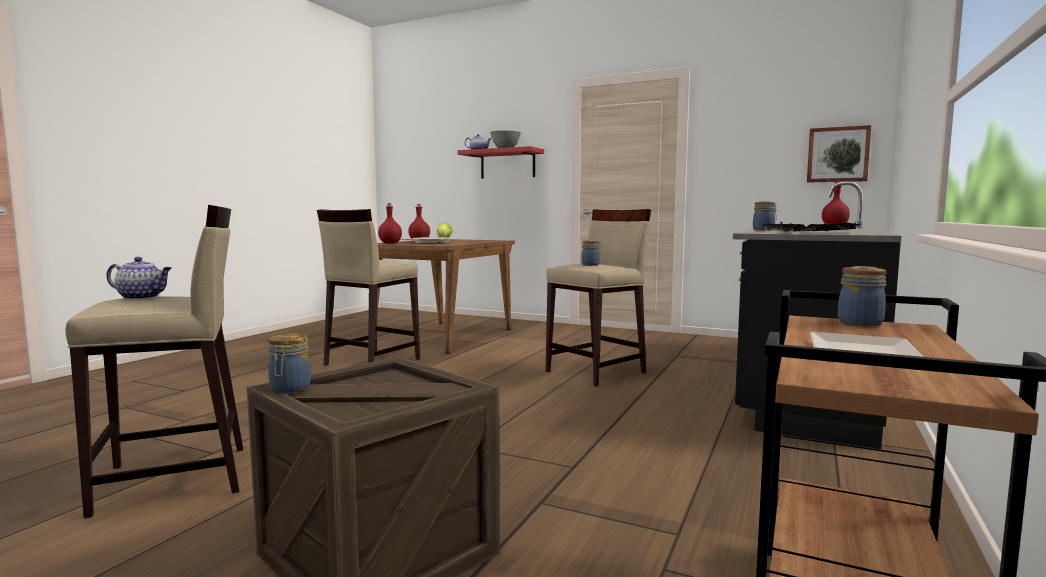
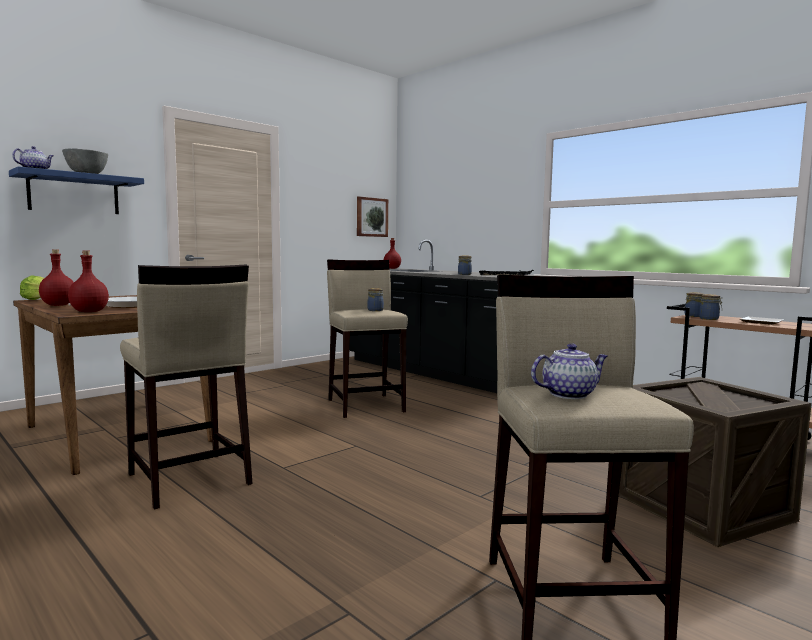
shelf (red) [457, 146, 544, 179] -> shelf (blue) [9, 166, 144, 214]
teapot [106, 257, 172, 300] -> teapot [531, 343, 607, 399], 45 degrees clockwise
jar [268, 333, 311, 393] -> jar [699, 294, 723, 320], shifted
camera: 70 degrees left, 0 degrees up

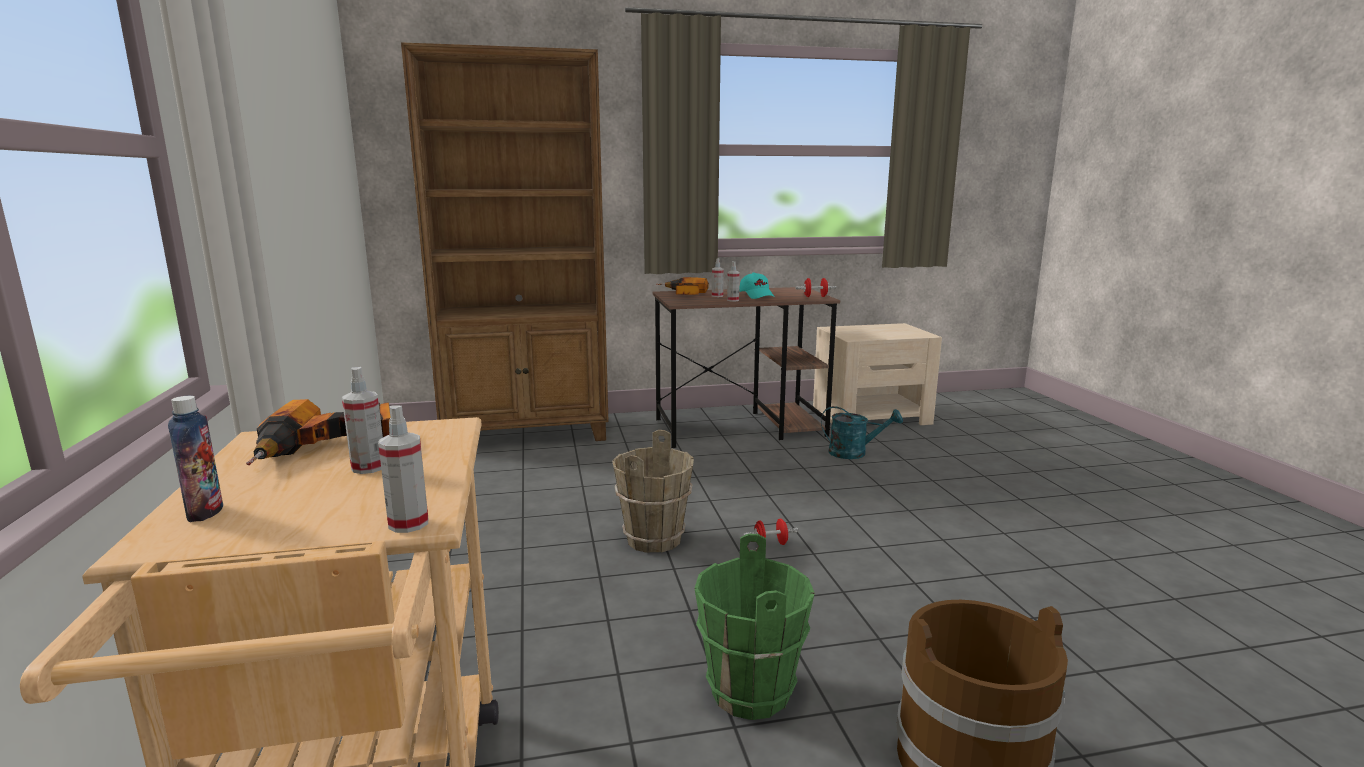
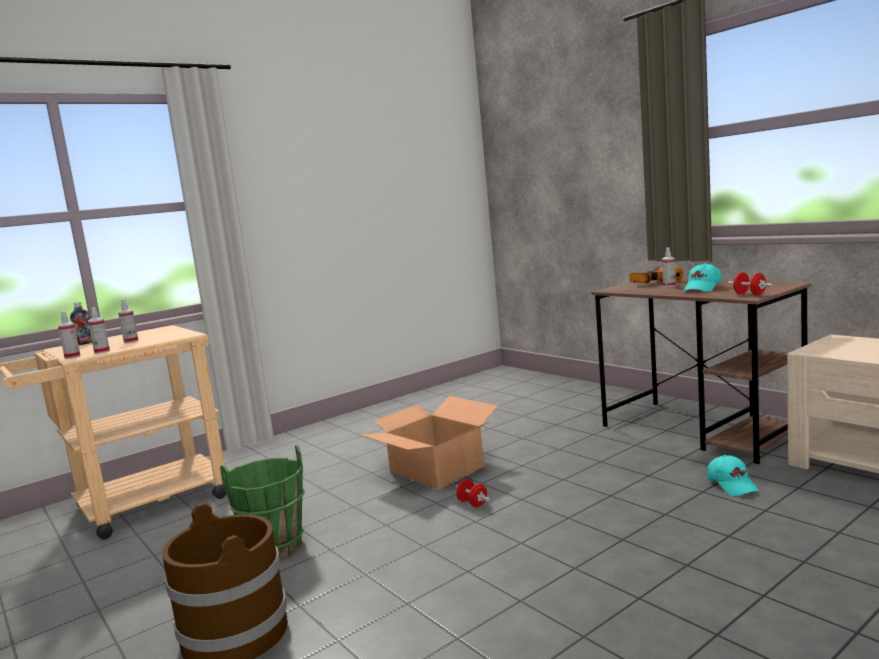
spray bottle [727, 261, 740, 302] -> spray bottle [88, 307, 110, 354], shifted
bucket (brown) [612, 430, 694, 553] -> cardboard box [361, 396, 498, 489]
watering can (turquoise) [821, 406, 903, 459] -> cap (turquoise) [707, 455, 759, 496]
power drill [246, 399, 390, 465] -> none
bookcase (brown) [401, 42, 609, 441] -> none
camera: 65 degrees right, 5 degrees down

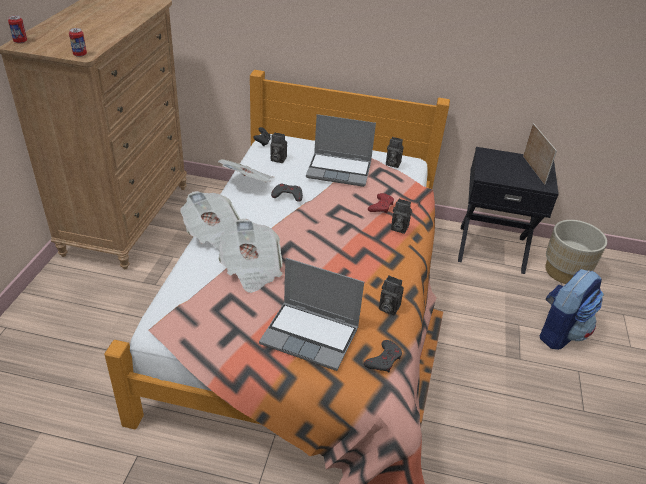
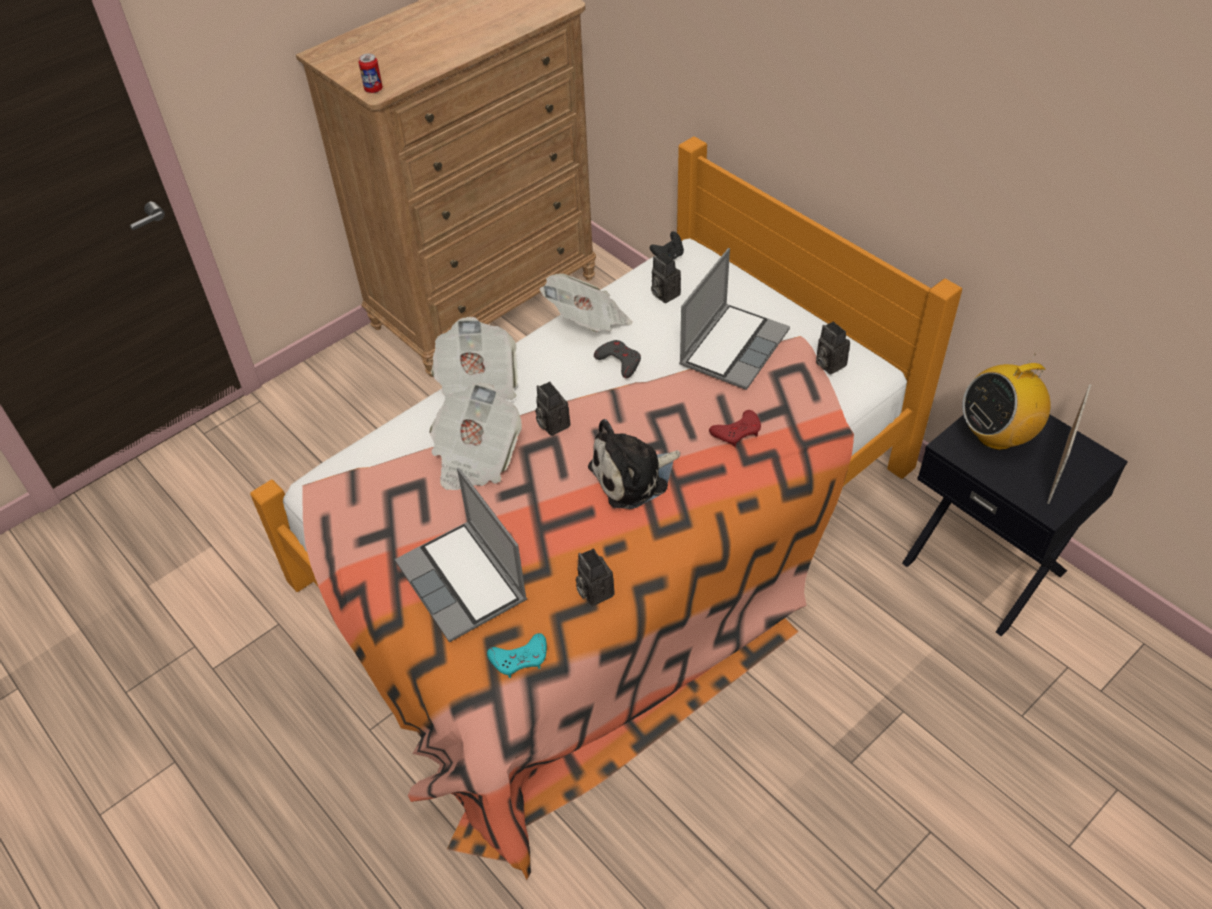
game controller (grey) [364, 340, 402, 373] -> game controller (turquoise) [487, 633, 547, 678]
photo camera [391, 199, 412, 234] -> photo camera [535, 382, 570, 436], shifted
none -> plush toy [588, 419, 680, 509]
laptop [306, 114, 376, 187] -> laptop [679, 248, 790, 390], 105 degrees counterclockwise
none -> radio [962, 354, 1051, 450]
can [8, 15, 27, 44] -> none
backpack [540, 269, 604, 350] -> none
planter (beige) [545, 220, 607, 284] -> none
camera: 40 degrees right, 10 degrees up

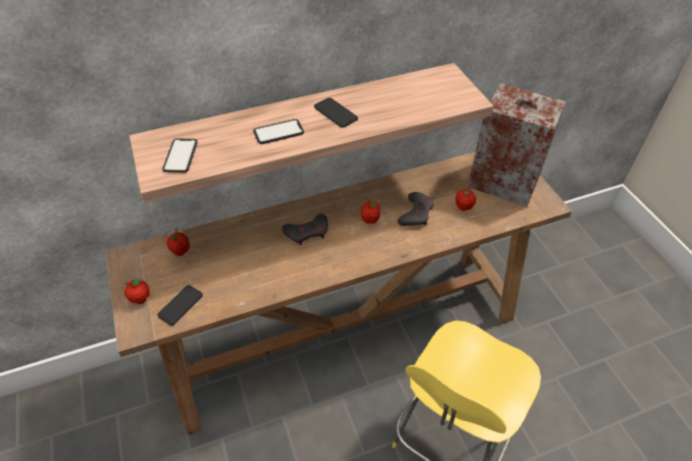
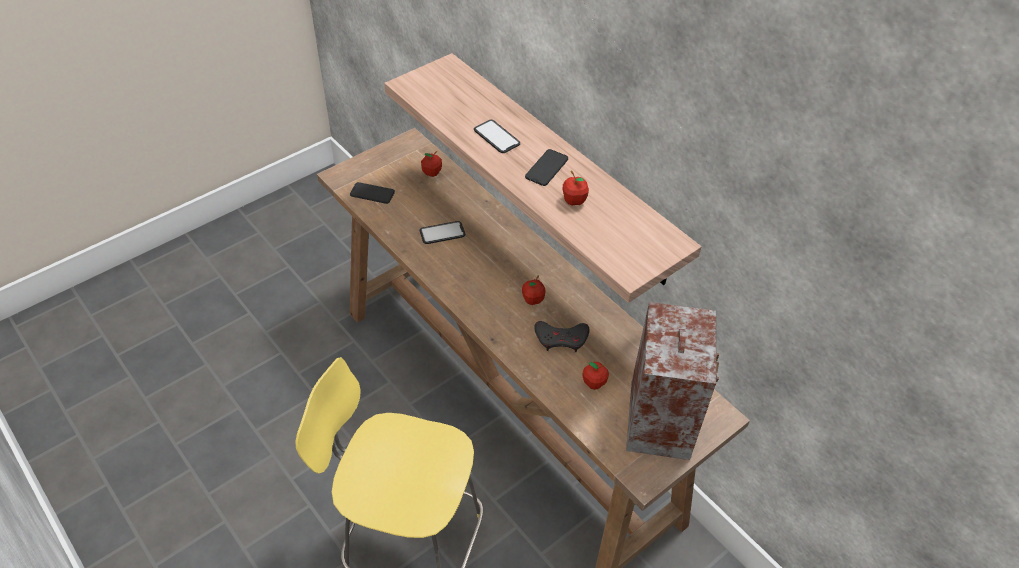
phone [162, 138, 197, 173] -> phone [419, 221, 466, 244], shifted
apple [124, 279, 150, 304] -> apple [562, 171, 589, 205], shifted
game controller (grey) [282, 214, 328, 245] -> none
camera: 70 degrees right, 0 degrees up

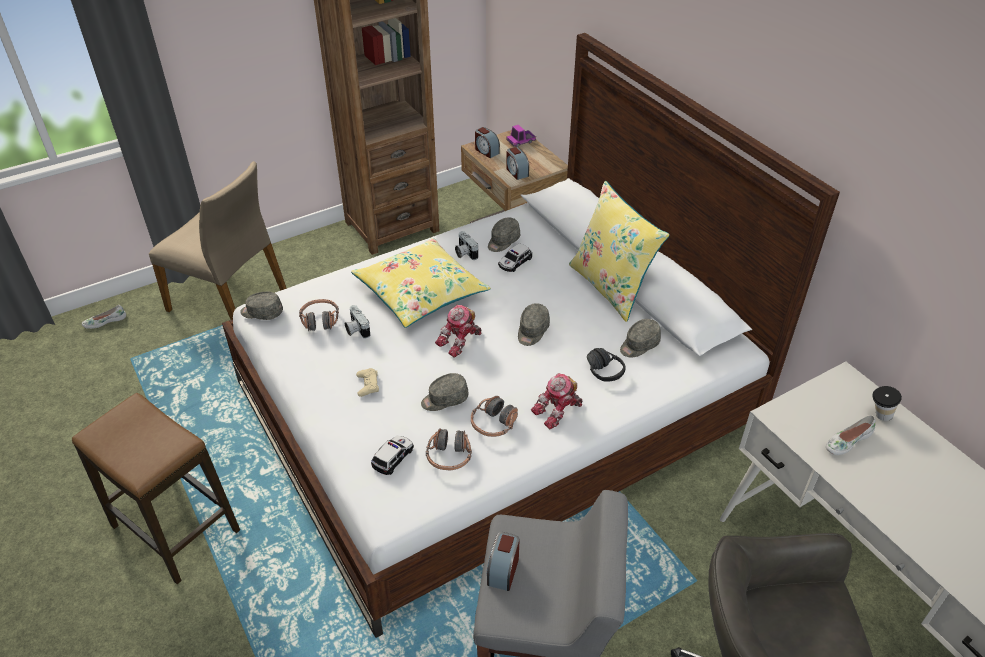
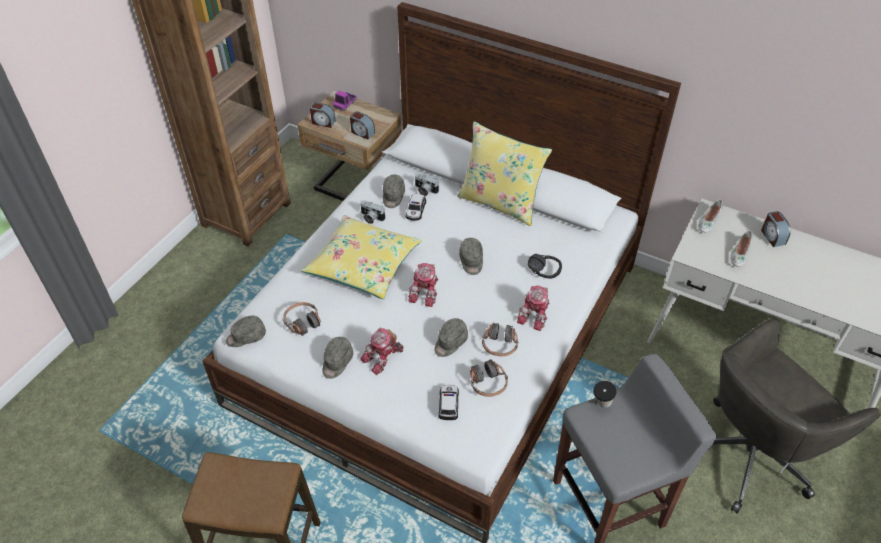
cap (grey) [620, 319, 661, 357] -> cap (grey) [322, 337, 353, 379], shifted
game controller (beige) [356, 368, 379, 397] -> toy robot [360, 327, 403, 375]
photo camera [345, 305, 370, 338] -> photo camera [415, 173, 439, 196], shifted
cup [872, 386, 902, 421] -> cup [593, 381, 616, 408], shifted
shoe (white) [82, 305, 126, 329] -> shoe (white) [698, 199, 723, 233], shifted
alarm clock [487, 532, 519, 591] -> alarm clock [761, 211, 791, 247], shifted
chair (beige) [149, 161, 287, 320] -> none
camera: 30 degrees left, 5 degrees up

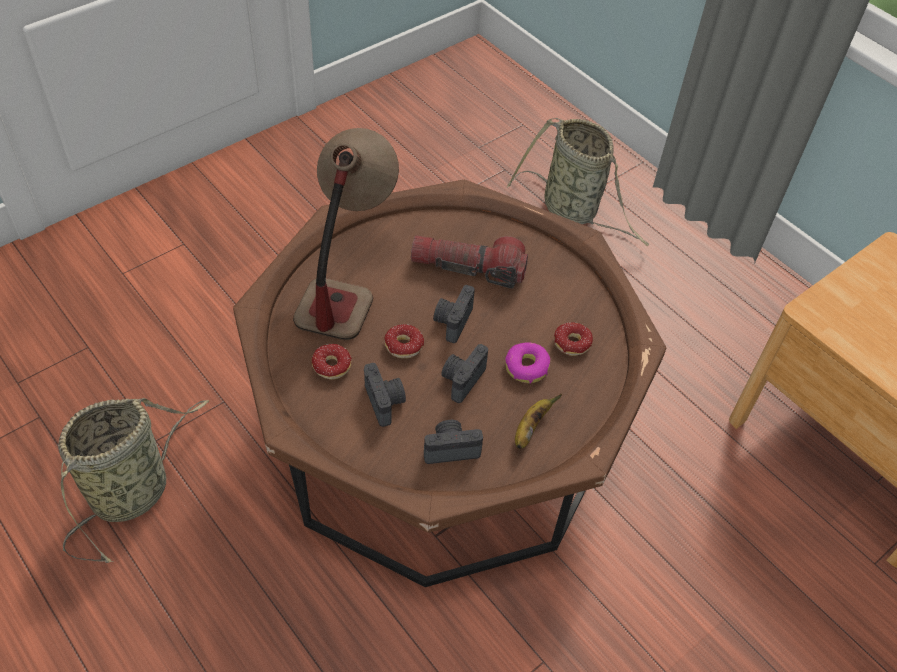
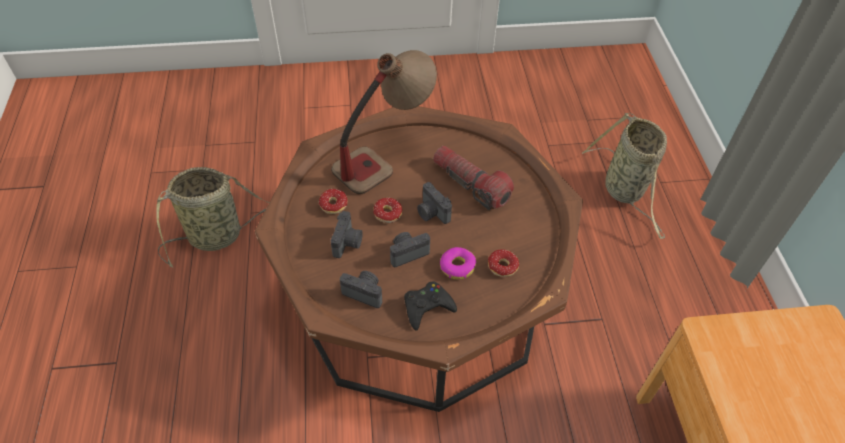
banana [515, 394, 562, 449] -> game controller (black) [404, 282, 457, 331]
photo camera [433, 285, 475, 343] -> photo camera [417, 182, 452, 224], 90 degrees counterclockwise
camera: 35 degrees right, 0 degrees up

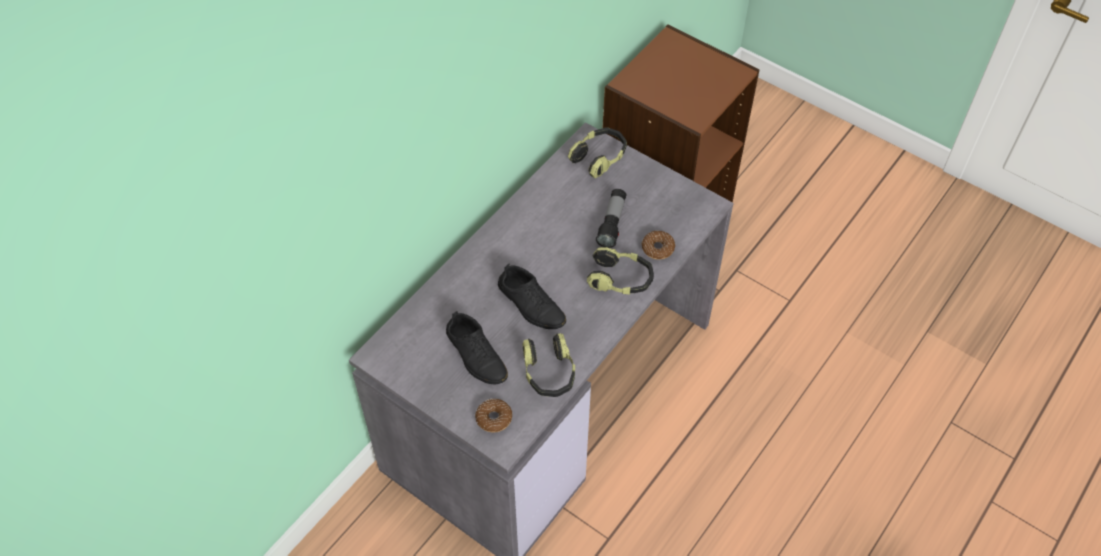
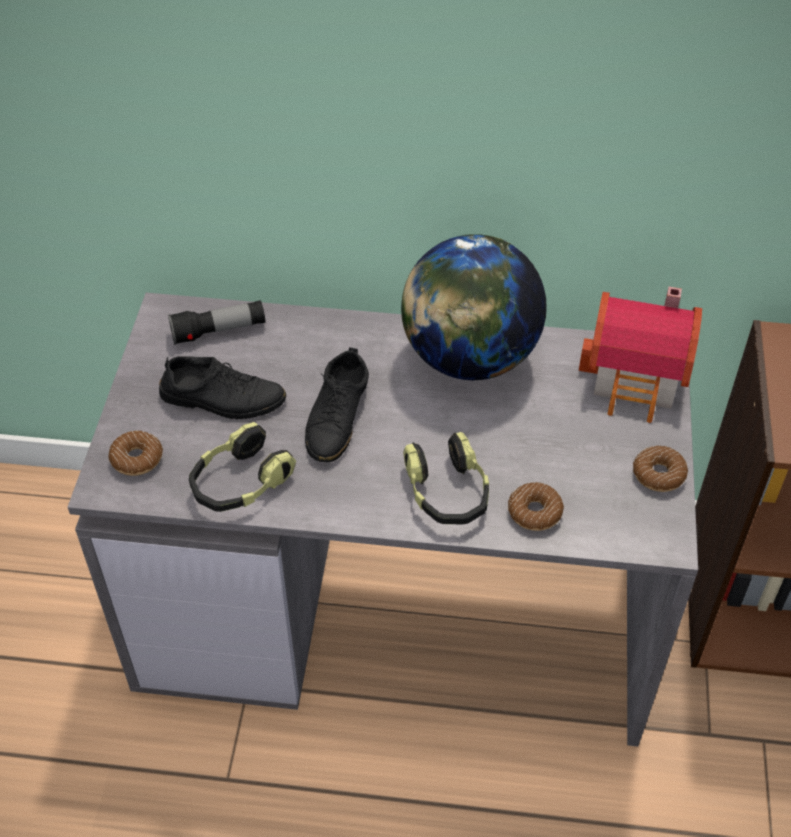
shoe (black) [446, 311, 508, 384] -> shoe (black) [159, 356, 286, 419], 105 degrees counterclockwise
flashlight [596, 189, 626, 248] -> flashlight [168, 300, 266, 345], shifted
none -> globe [401, 234, 547, 380]
headphones [568, 128, 627, 178] -> toy house [579, 287, 702, 423]
none -> donut [633, 446, 688, 492]
camera: 60 degrees right, 5 degrees down

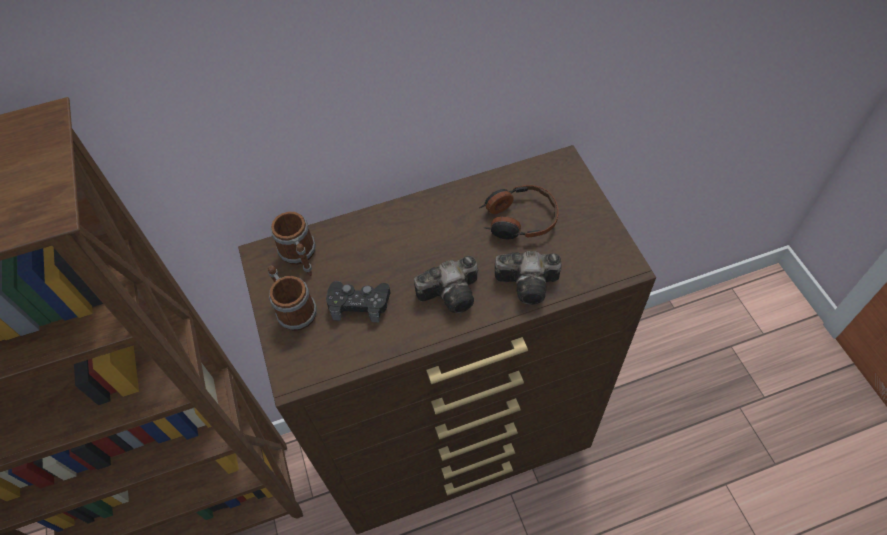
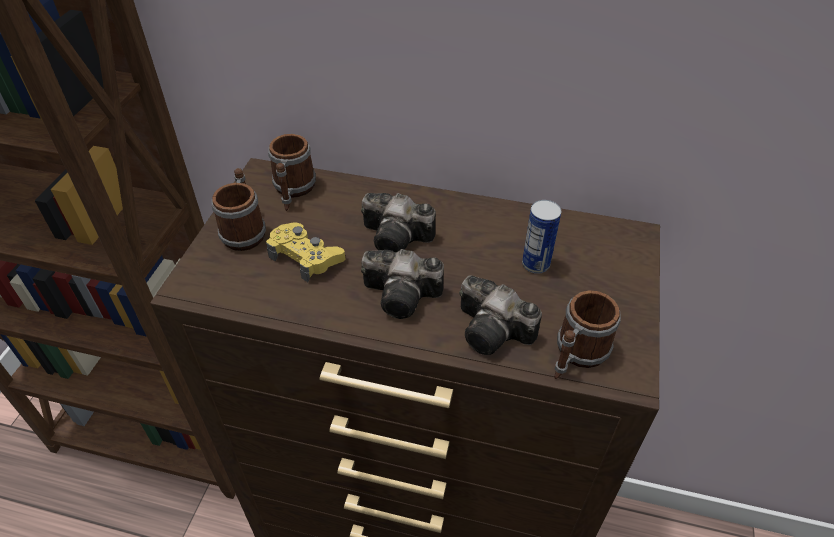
game controller (black) [326, 281, 391, 322] -> game controller (yellow) [266, 222, 345, 282]
none -> photo camera [361, 193, 436, 252]
headphones [479, 185, 558, 239] -> can [522, 200, 561, 274]
none -> mug [554, 290, 621, 379]
camera: 30 degrees right, 10 degrees down

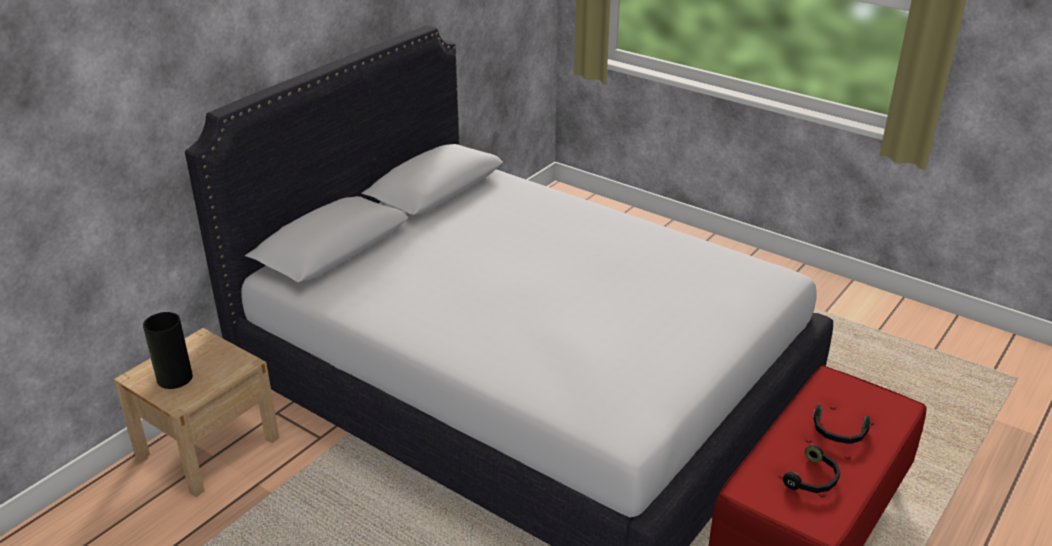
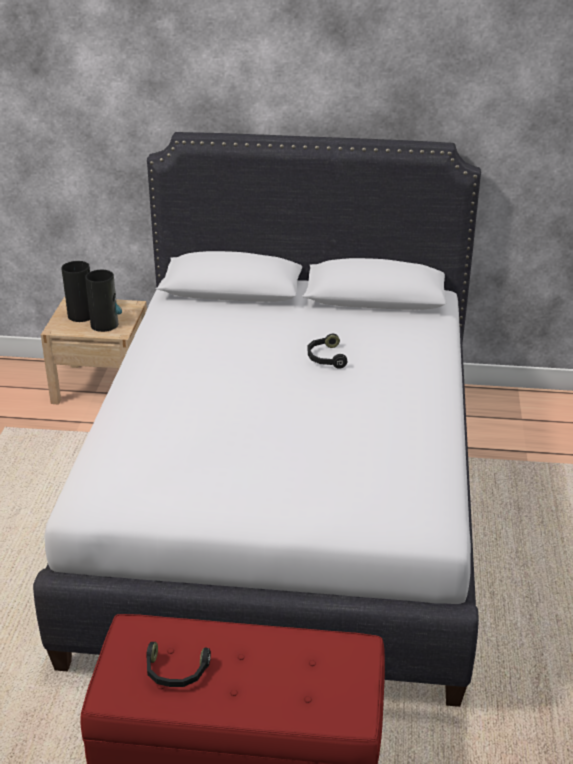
none -> vase [85, 270, 122, 332]
headphones (black) [813, 405, 871, 444] -> headphones (black) [308, 333, 347, 369], shifted
camera: 60 degrees right, 0 degrees up

